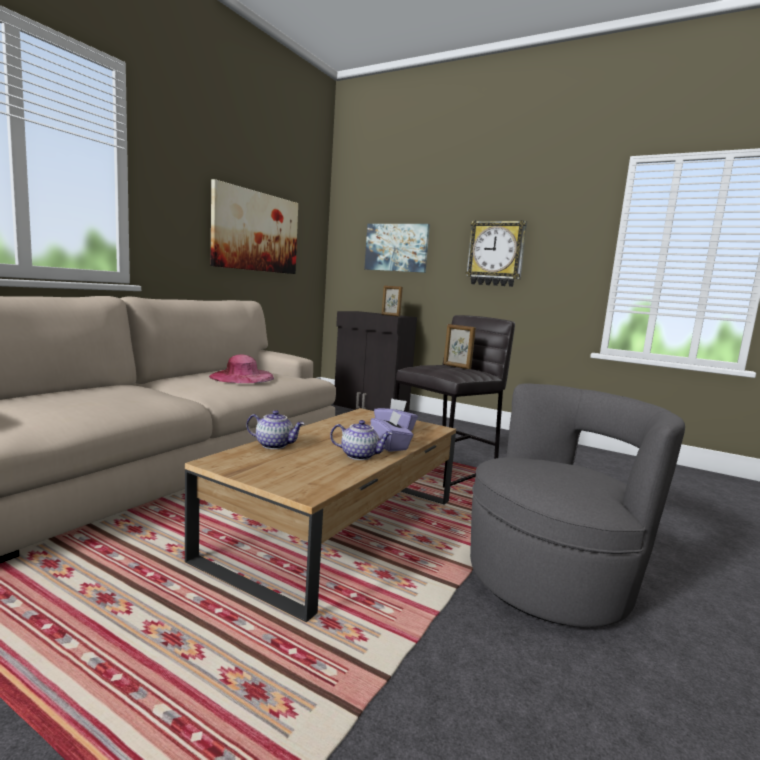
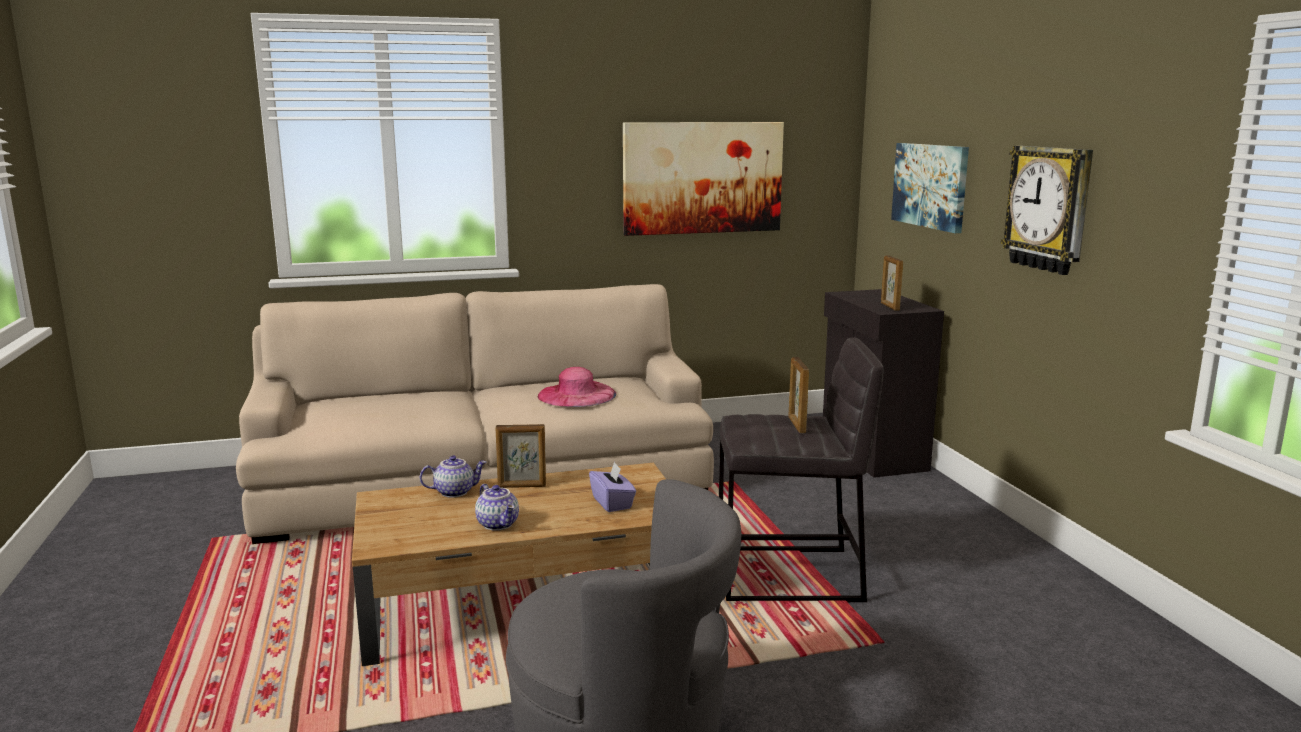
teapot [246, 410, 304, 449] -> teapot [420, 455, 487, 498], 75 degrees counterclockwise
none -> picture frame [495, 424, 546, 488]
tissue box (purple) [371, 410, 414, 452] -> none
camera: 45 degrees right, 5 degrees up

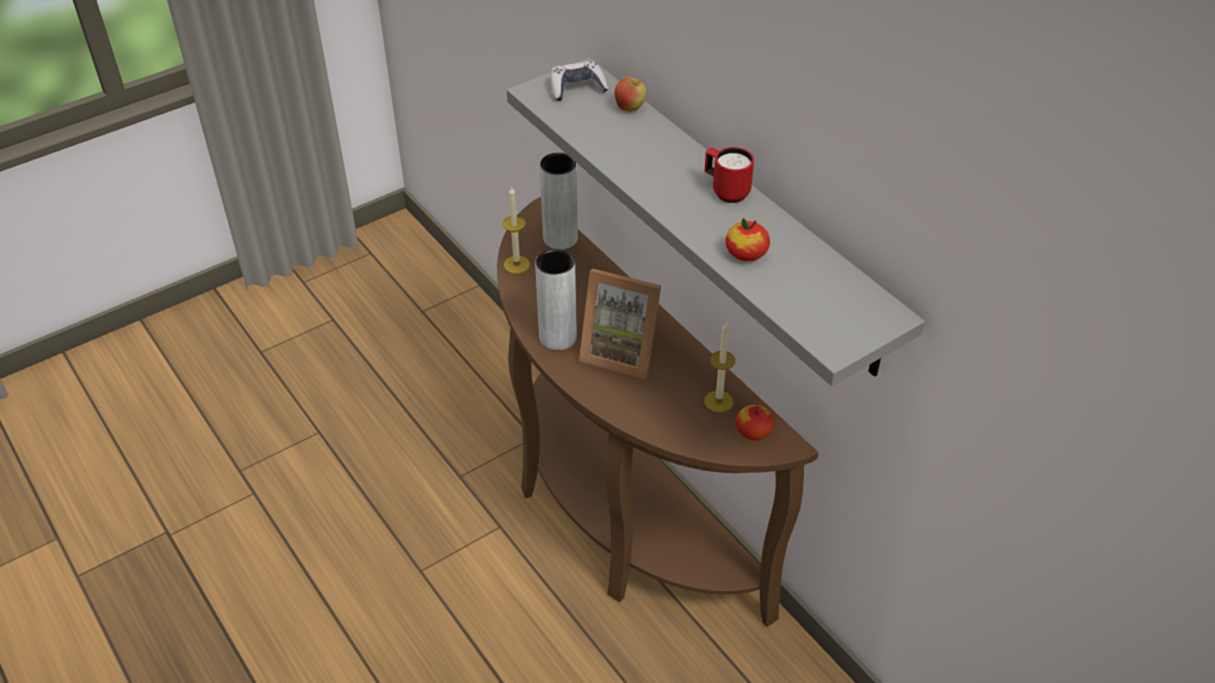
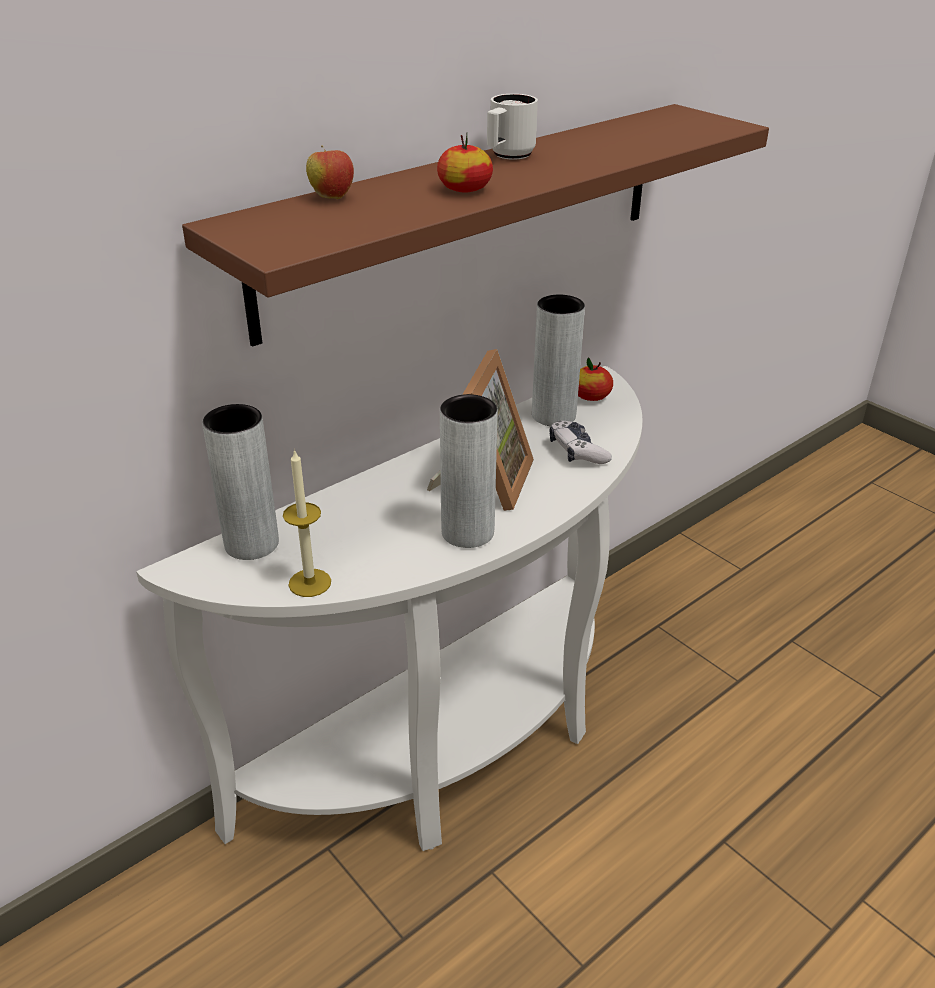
console table (brown) [497, 197, 819, 627] -> console table (white) [136, 366, 643, 851]
shelf (grey) [507, 57, 925, 386] -> shelf (brown) [182, 104, 769, 347]
apple [725, 218, 770, 261] -> apple [437, 134, 493, 193], shifted
mug (red) [704, 147, 754, 203] -> mug (white) [487, 94, 538, 160]
candle [704, 323, 736, 413] -> vase (grey) [532, 295, 585, 426]
game controller [551, 61, 609, 101] -> game controller [549, 420, 612, 464], shifted
camera: 95 degrees left, 10 degrees down

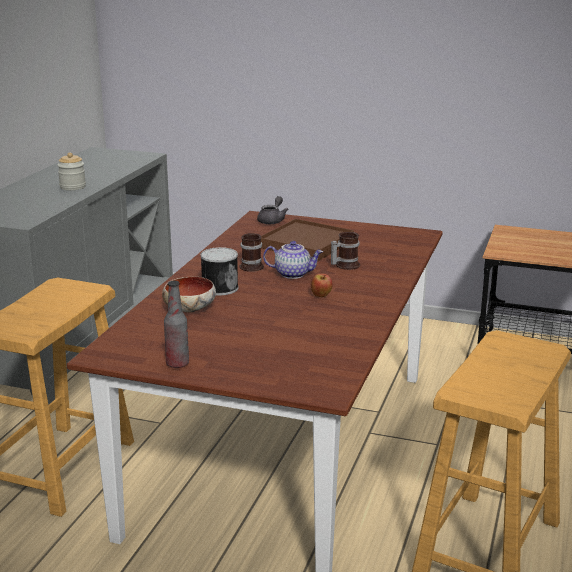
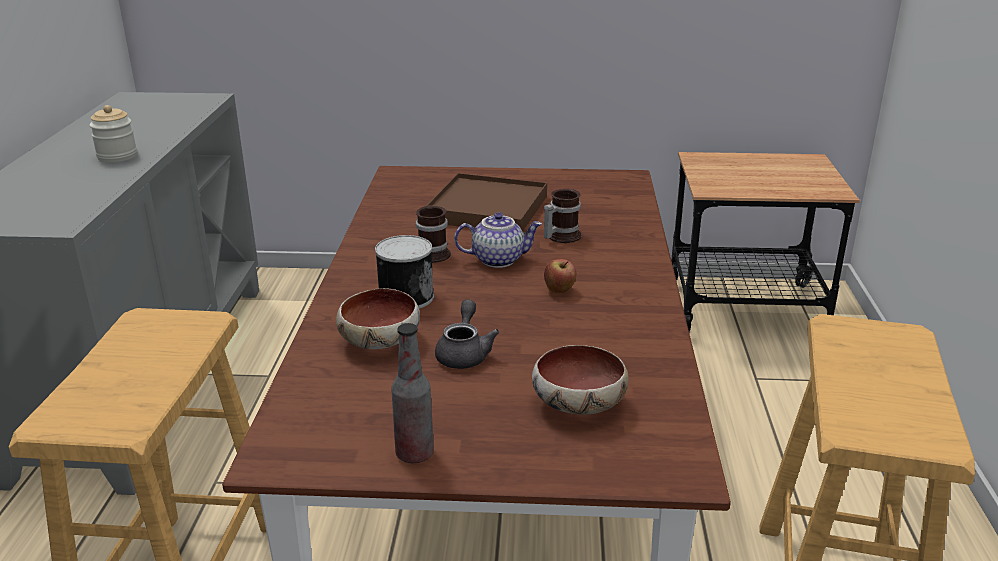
teapot (grey) [257, 196, 289, 224] -> teapot (grey) [435, 299, 500, 369], shifted
none -> bowl [532, 345, 629, 415]
camera: 15 degrees left, 5 degrees up

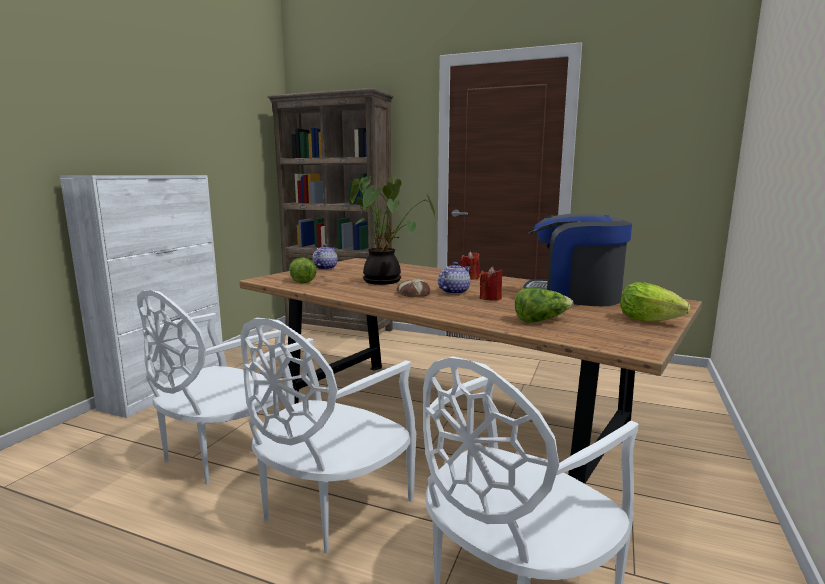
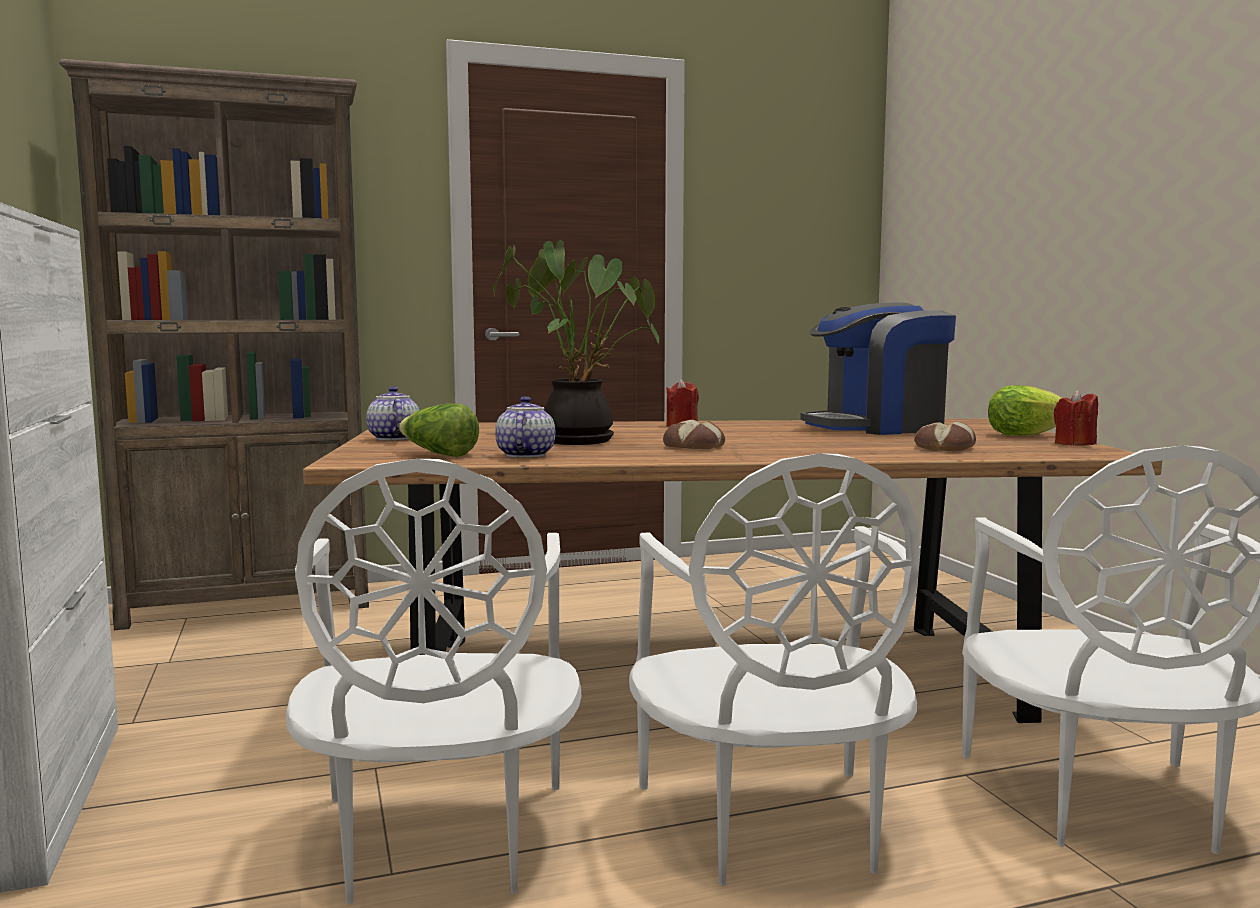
teapot [438, 262, 471, 294] -> teapot [495, 396, 555, 458], shifted
lettuce [515, 288, 573, 323] -> bread [914, 422, 976, 451]
candle (red) [480, 267, 503, 301] -> candle (red) [1053, 390, 1098, 445], shifted
camera: 40 degrees left, 5 degrees down

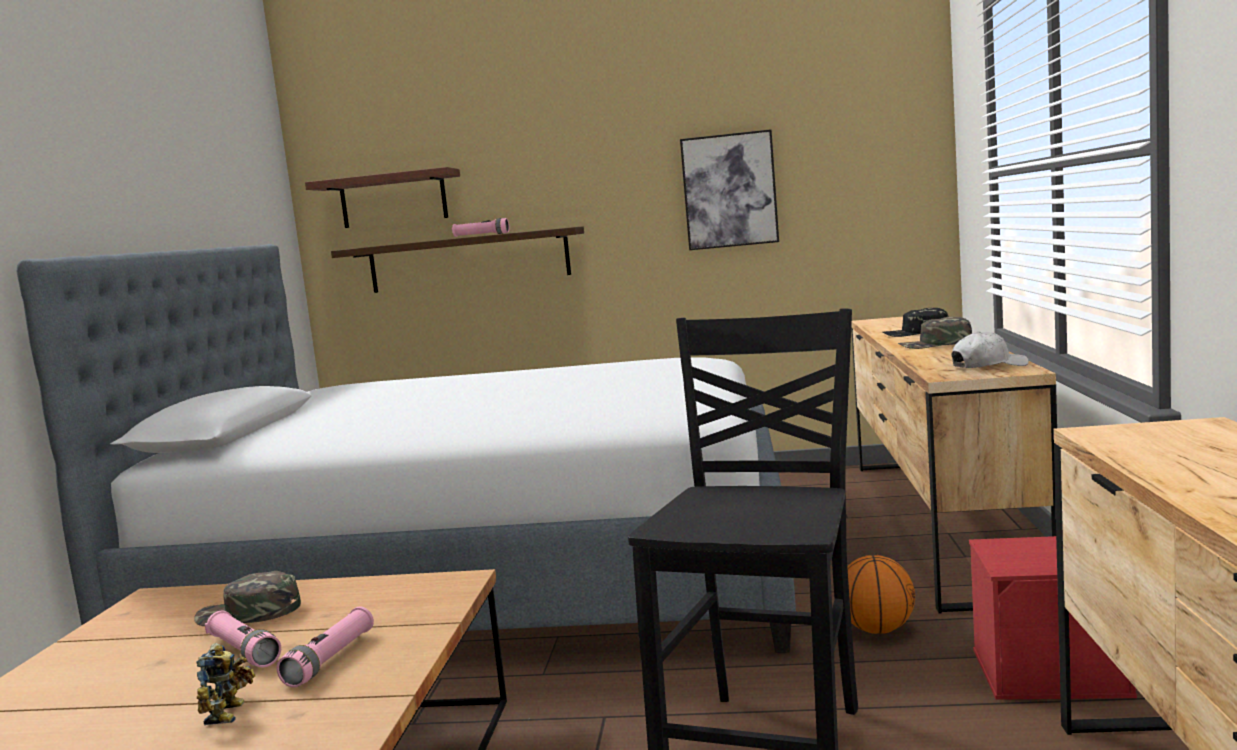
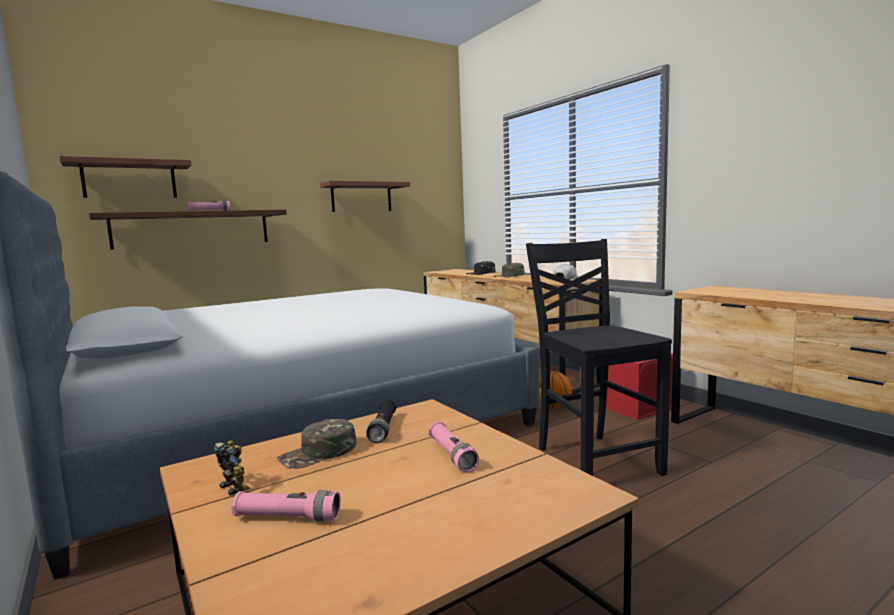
toy robot [197, 643, 255, 725] -> toy robot [214, 441, 250, 496], shifted
flashlight (pink) [205, 611, 281, 668] -> flashlight (pink) [231, 490, 341, 522], shifted
picture [680, 129, 779, 250] -> shelf [320, 181, 410, 212]
none -> flashlight (black) [366, 400, 396, 443]
camera: 40 degrees left, 0 degrees up

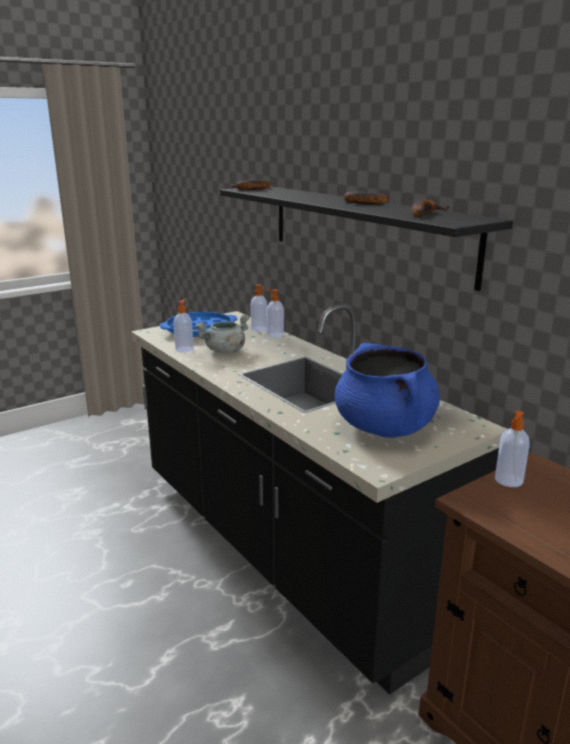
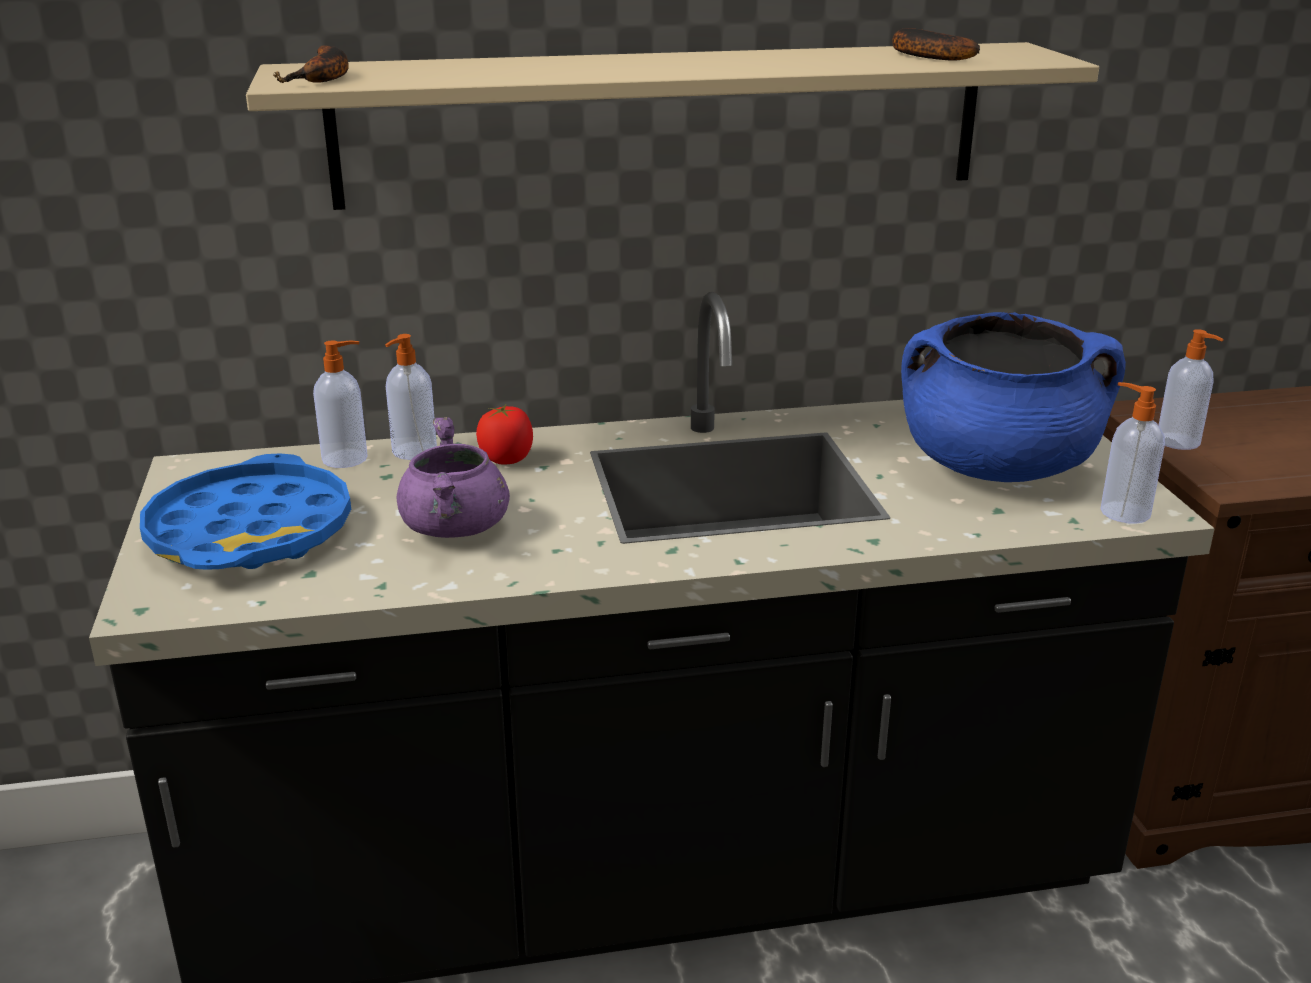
shelf (black) [220, 186, 513, 291] -> shelf (beige) [246, 42, 1099, 210]
cooking pot (grey) [195, 315, 250, 354] -> cooking pot (purple) [397, 417, 510, 538]
none -> tomato [476, 404, 533, 464]
soap dispenser [173, 299, 193, 352] -> soap dispenser [1100, 382, 1165, 524], shifted
banana [344, 191, 389, 204] -> none
camera: 65 degrees left, 5 degrees up

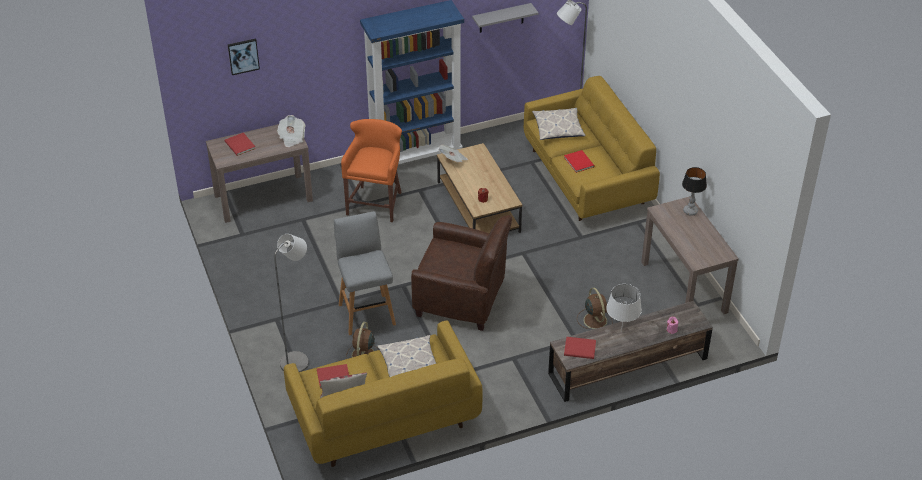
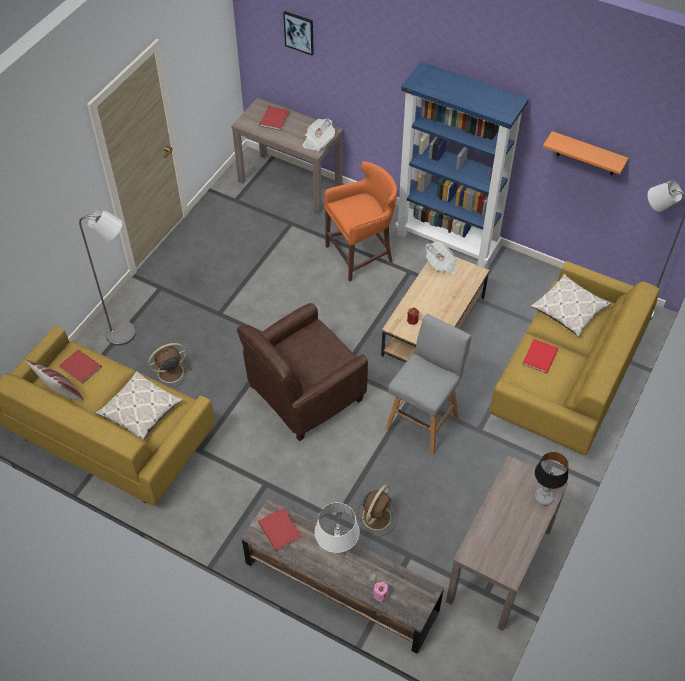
armchair (brown) [411, 215, 512, 331] -> armchair (brown) [237, 303, 368, 441], 75 degrees clockwise
stool (grey) [334, 211, 396, 335] -> stool (grey) [385, 314, 471, 455], shifted
shelf (grey) [472, 3, 538, 33] -> shelf (orange) [543, 131, 628, 175]
camera: 50 degrees right, 10 degrees up

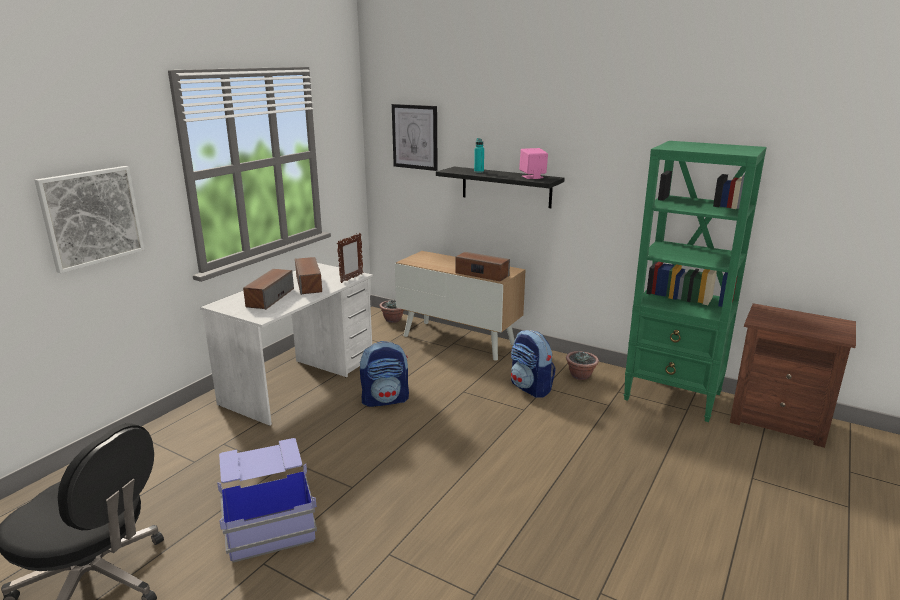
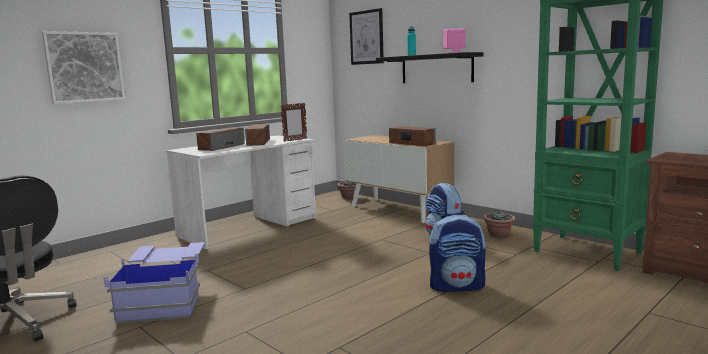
backpack [360, 341, 409, 407] -> backpack [429, 215, 485, 292], shifted
camera: 15 degrees right, 10 degrees down

